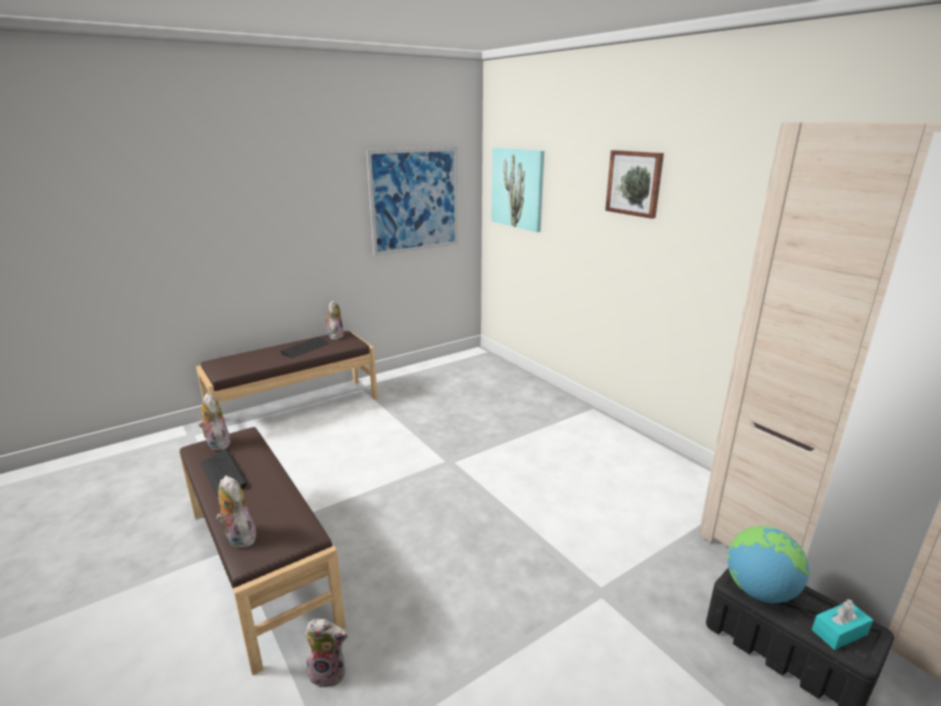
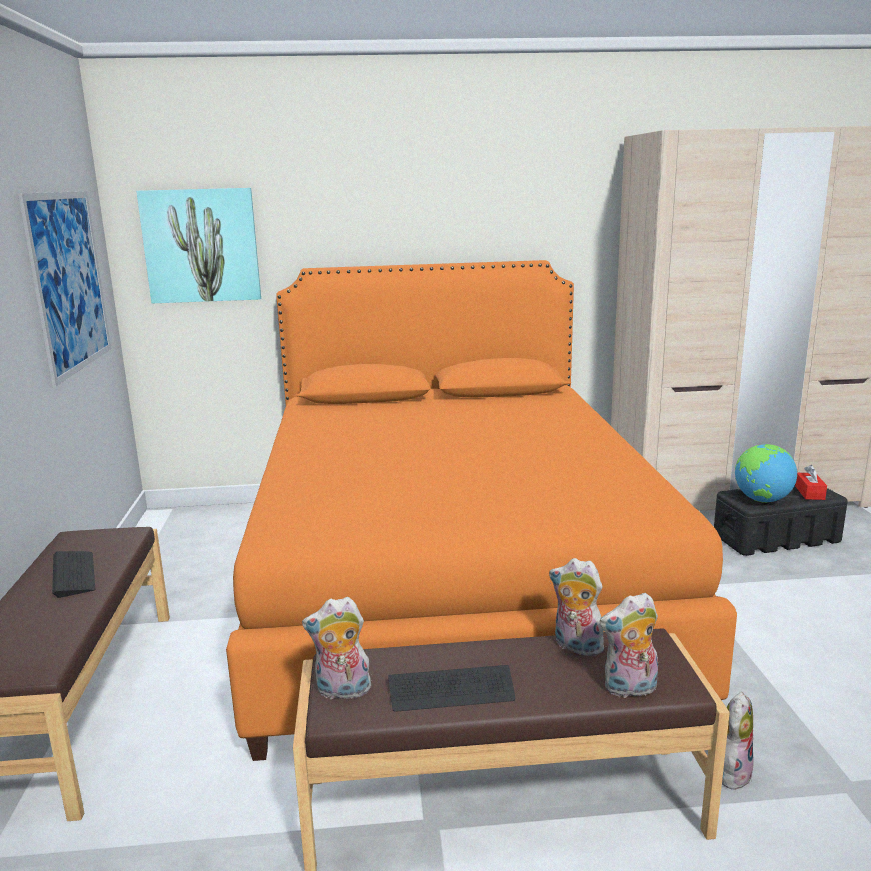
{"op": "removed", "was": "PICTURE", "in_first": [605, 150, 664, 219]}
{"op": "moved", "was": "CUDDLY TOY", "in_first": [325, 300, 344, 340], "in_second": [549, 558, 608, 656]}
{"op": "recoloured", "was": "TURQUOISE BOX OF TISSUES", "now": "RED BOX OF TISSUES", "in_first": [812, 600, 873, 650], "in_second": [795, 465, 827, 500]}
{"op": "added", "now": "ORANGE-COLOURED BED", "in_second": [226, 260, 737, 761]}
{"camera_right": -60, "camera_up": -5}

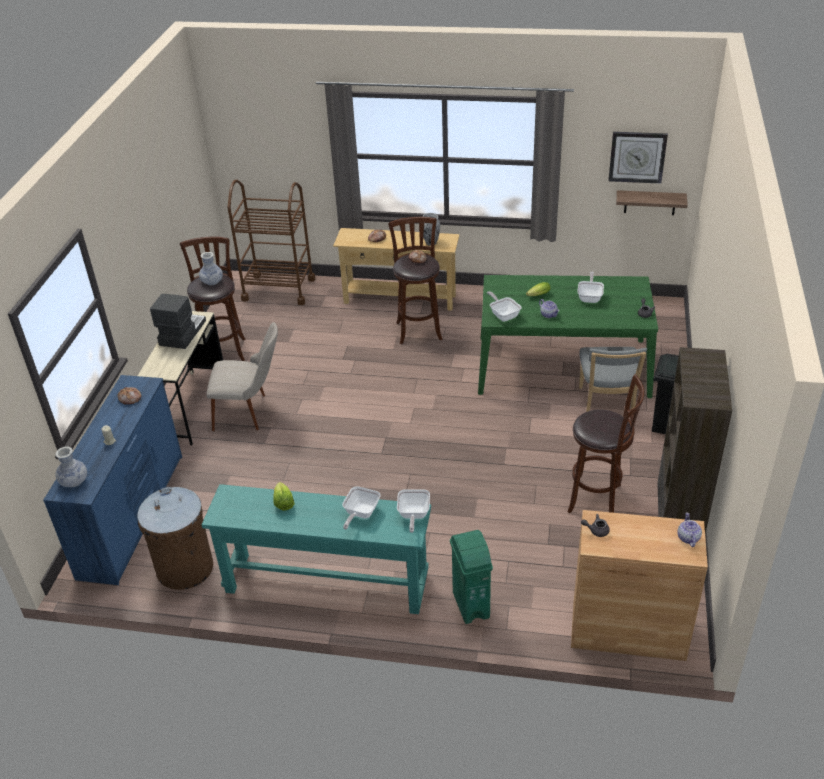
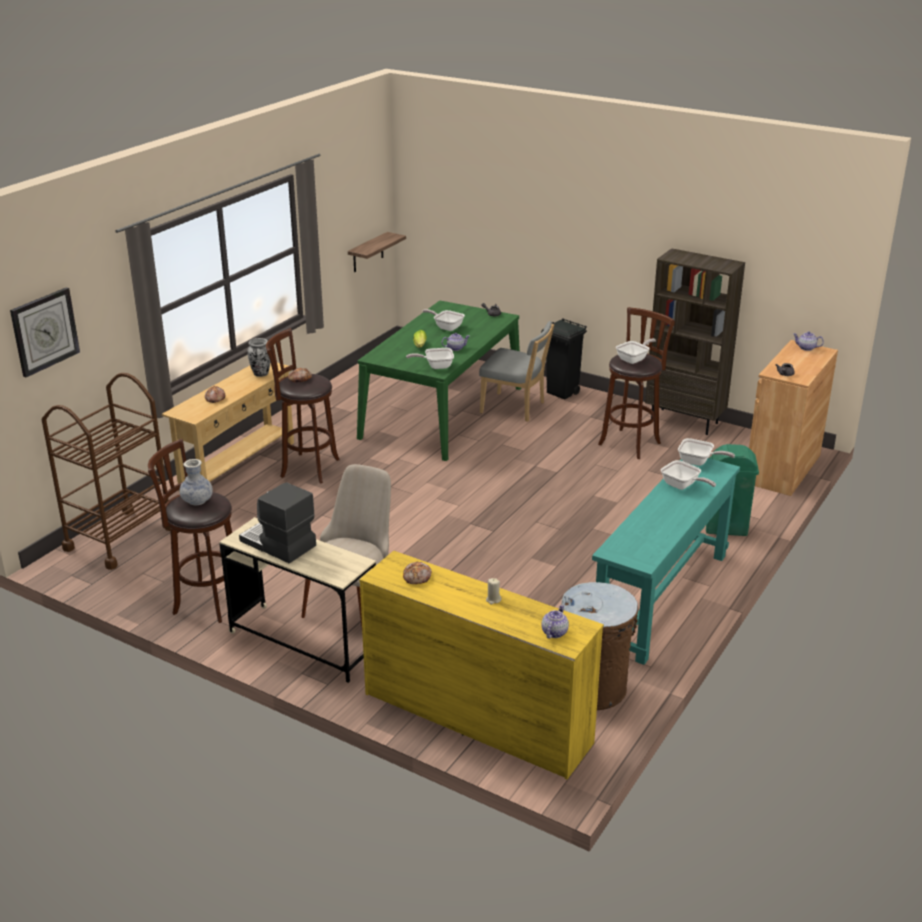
{"op": "moved", "was": "CLOCK ON THE WALL", "in_first": [608, 132, 668, 184], "in_second": [10, 287, 80, 377]}
{"op": "recoloured", "was": "BLUISH DRAWER CHEST", "now": "YELLOW-COLOURED DRAWER CHEST", "in_first": [43, 375, 182, 585], "in_second": [359, 551, 604, 780]}
{"op": "replaced", "was": "VASE", "now": "TEAPOT", "in_first": [56, 446, 87, 487], "in_second": [542, 605, 569, 639]}
{"op": "removed", "was": "LETTUCE HEAD", "in_first": [273, 482, 294, 511]}
{"op": "added", "now": "PAN", "in_second": [616, 339, 656, 364]}
{"camera_right": -70, "camera_up": -10}

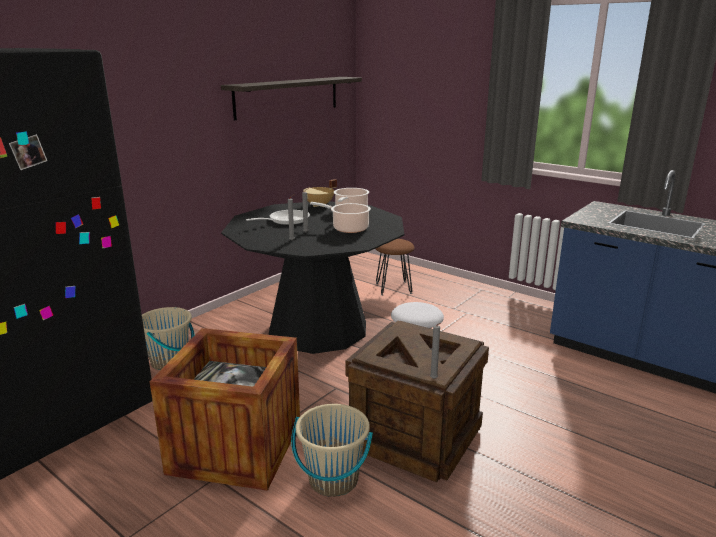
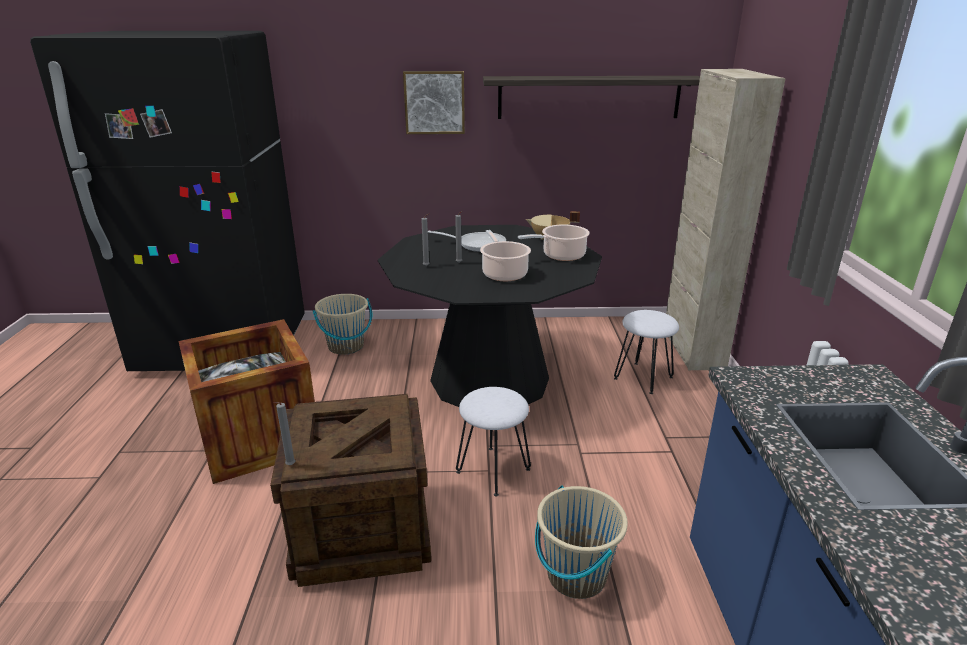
{"op": "recoloured", "was": "BROWNISH STOOL SEAT", "now": "WHITISH STOOL SEAT", "in_first": [376, 239, 415, 296], "in_second": [614, 310, 679, 394]}
{"op": "moved", "was": "BEIGE-COLOURED BUCKET", "in_first": [291, 404, 373, 497], "in_second": [535, 485, 628, 599]}
{"op": "added", "now": "BEIGE-COLOURED STORAGE CABINET", "in_second": [666, 69, 786, 370]}
{"op": "added", "now": "PICTURE", "in_second": [403, 71, 465, 134]}
{"camera_right": 50, "camera_up": 5}

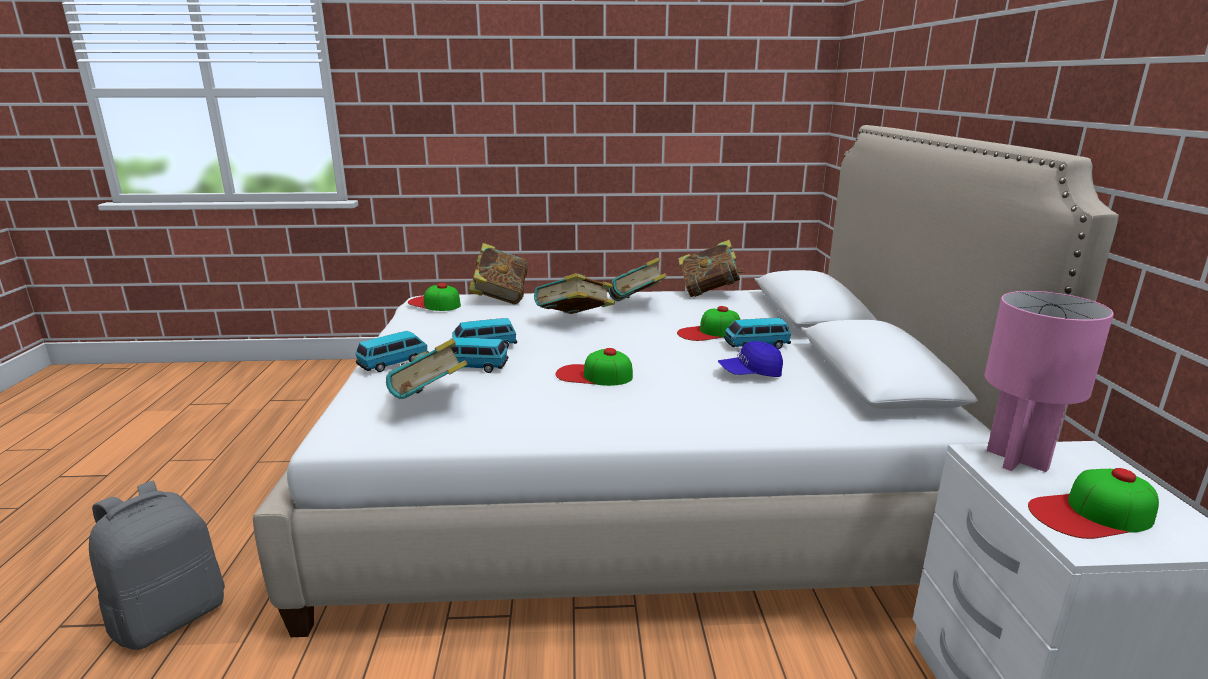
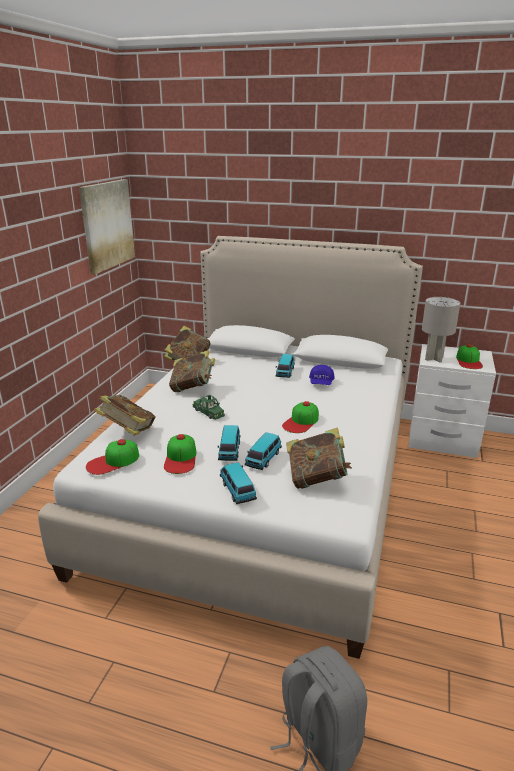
{"op": "replaced", "was": "BOOK", "now": "GREEN-COLOURED TOY CAR", "in_first": [534, 273, 615, 314], "in_second": [193, 395, 225, 420]}
{"op": "recoloured", "was": "PINK-COLOURED TABLETOP LAMP", "now": "GREY TABLETOP LAMP", "in_first": [985, 291, 1114, 472], "in_second": [422, 297, 460, 363]}
{"op": "moved", "was": "PEAKED CAP", "in_first": [677, 306, 740, 341], "in_second": [164, 434, 196, 474]}
{"op": "added", "now": "PICTURE", "in_second": [79, 179, 135, 275]}
{"camera_right": -70, "camera_up": 5}

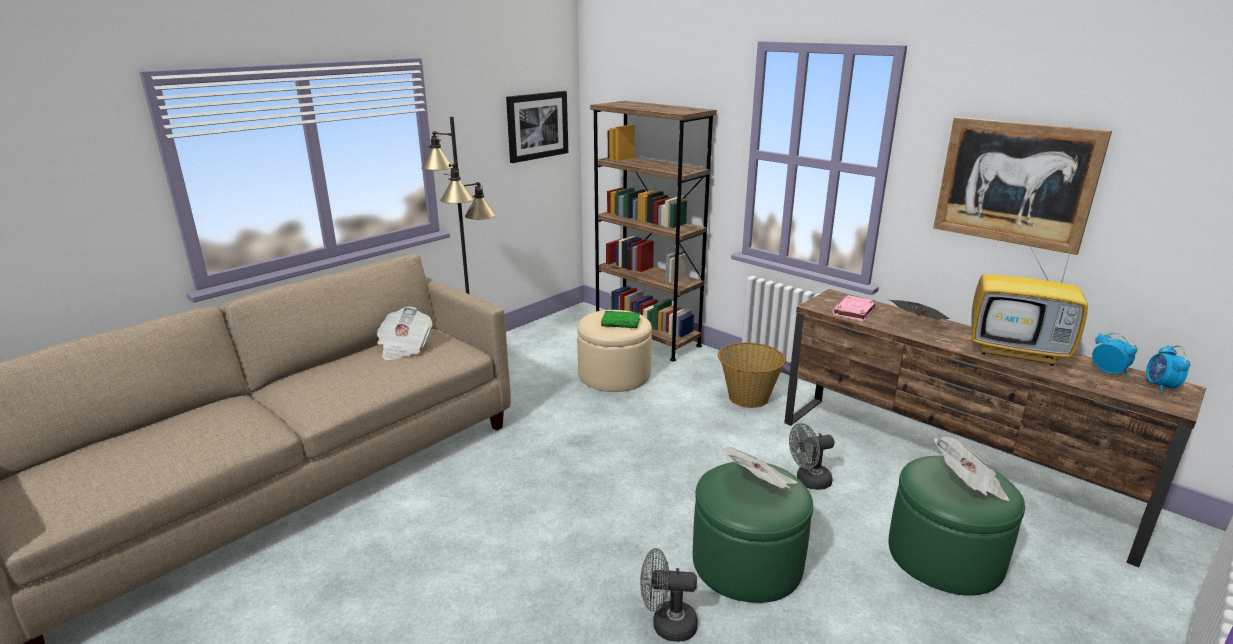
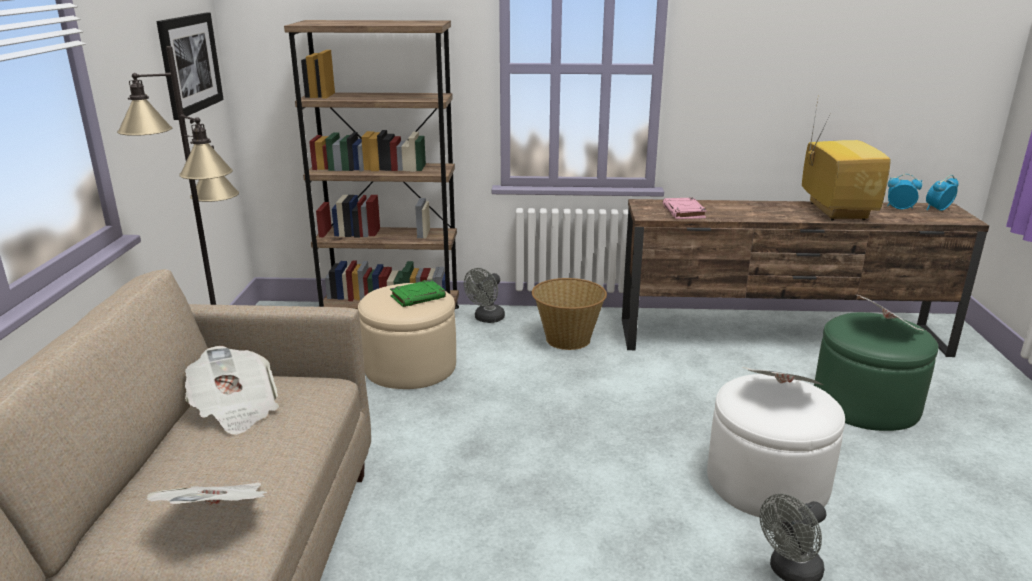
{"op": "removed", "was": "PICTURE", "in_first": [933, 117, 1112, 255]}
{"op": "turned", "was": "TV SET", "in_first": [971, 235, 1088, 366], "in_second": [802, 100, 891, 221], "clockwise": -75}
{"op": "moved", "was": "PRINTED PAPER", "in_first": [890, 300, 949, 320], "in_second": [147, 482, 267, 505]}
{"op": "turned", "was": "BEDSIDE CLOCK", "in_first": [1146, 345, 1190, 393], "in_second": [926, 175, 959, 211], "clockwise": 90}
{"op": "moved", "was": "GREY COOLING FAN", "in_first": [789, 423, 835, 490], "in_second": [464, 268, 505, 323]}
{"op": "recoloured", "was": "GREEN-COLOURED POUFFE", "now": "WHITISH POUFFE", "in_first": [693, 462, 813, 603], "in_second": [707, 374, 845, 520]}
{"camera_right": -40, "camera_up": 0}

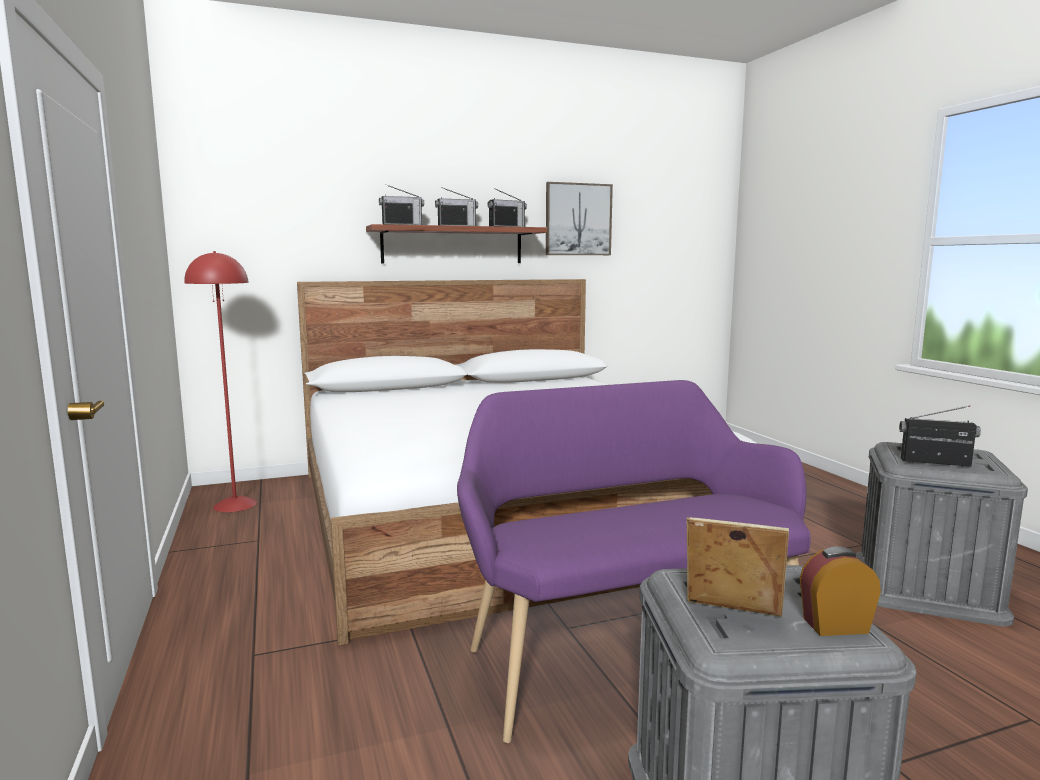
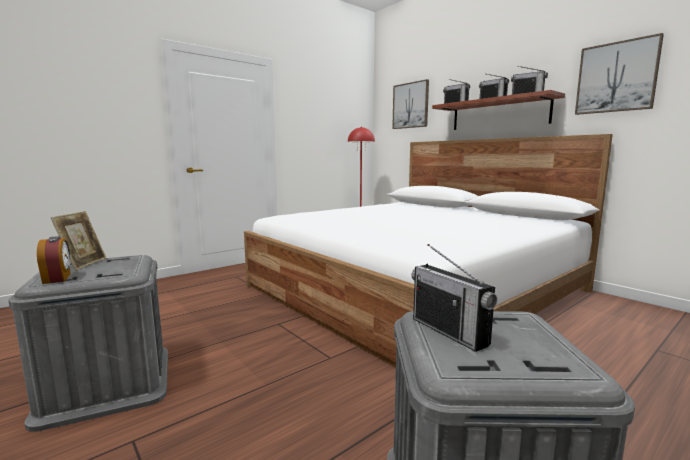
{"op": "removed", "was": "PURPLE-COLOURED INDOOR BENCH", "in_first": [457, 380, 811, 743]}
{"op": "turned", "was": "RADIO SET", "in_first": [899, 406, 981, 467], "in_second": [412, 244, 497, 352], "clockwise": 150}
{"op": "added", "now": "PICTURE", "in_second": [392, 79, 429, 129]}
{"camera_right": 70, "camera_up": 0}

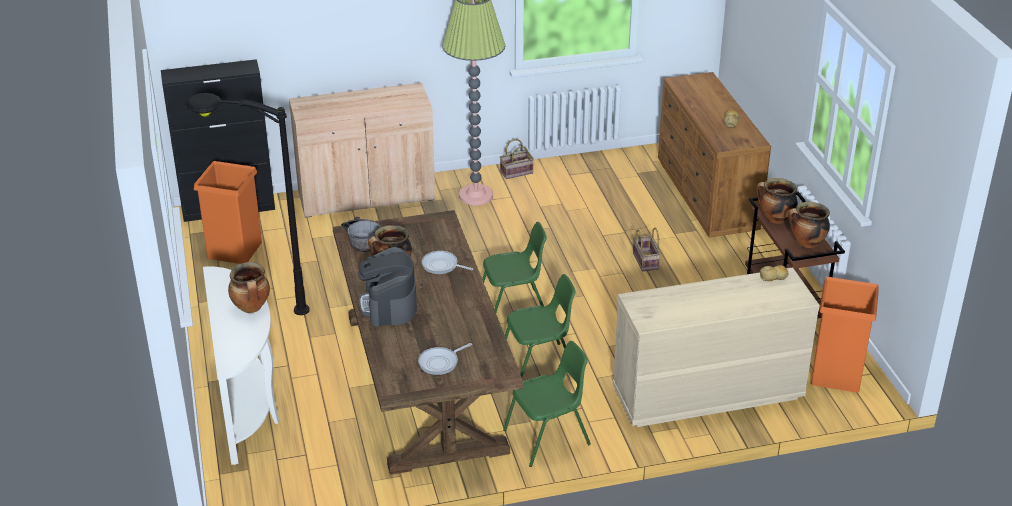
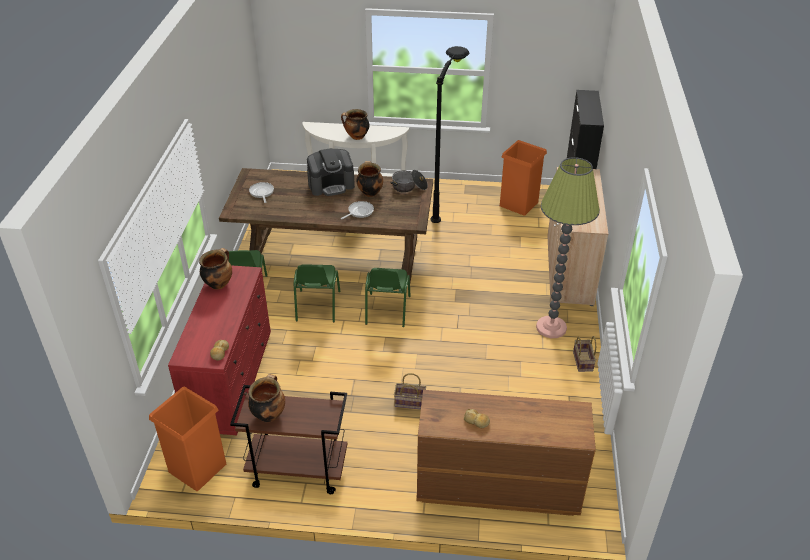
{"op": "moved", "was": "COOKING POT", "in_first": [757, 178, 797, 223], "in_second": [199, 248, 232, 289]}
{"op": "turned", "was": "COFFEE MACHINE", "in_first": [358, 247, 417, 326], "in_second": [307, 148, 355, 196], "clockwise": 150}
{"op": "recoloured", "was": "BEIGE-COLOURED DRAWER CHEST", "now": "RED DRAWER CHEST", "in_first": [613, 267, 820, 427], "in_second": [168, 265, 271, 435]}
{"camera_right": 110, "camera_up": 5}

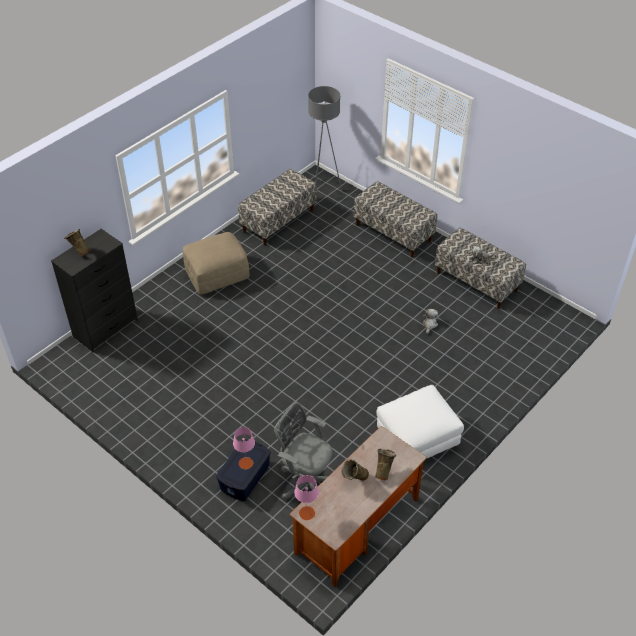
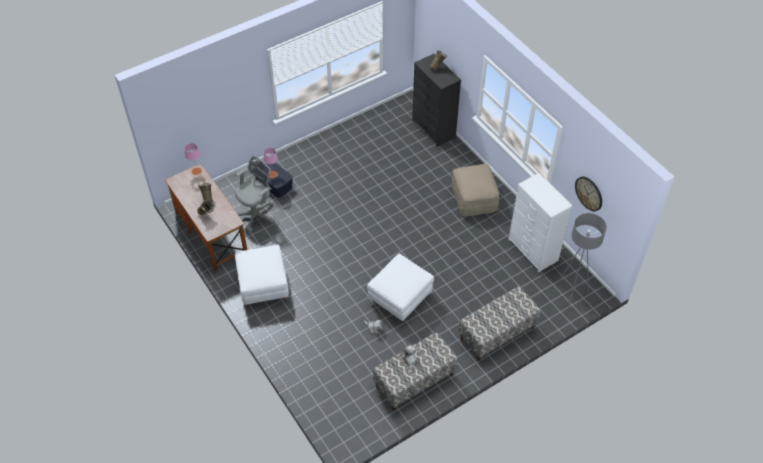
{"op": "replaced", "was": "INDOOR BENCH", "now": "WHITISH DRAWER CHEST", "in_first": [238, 169, 317, 246], "in_second": [508, 173, 573, 272]}
{"op": "added", "now": "CLOCK ON THE WALL", "in_second": [575, 177, 602, 211]}
{"op": "added", "now": "WHITISH POUFFE", "in_second": [367, 254, 434, 321]}
{"camera_right": 105, "camera_up": 5}

